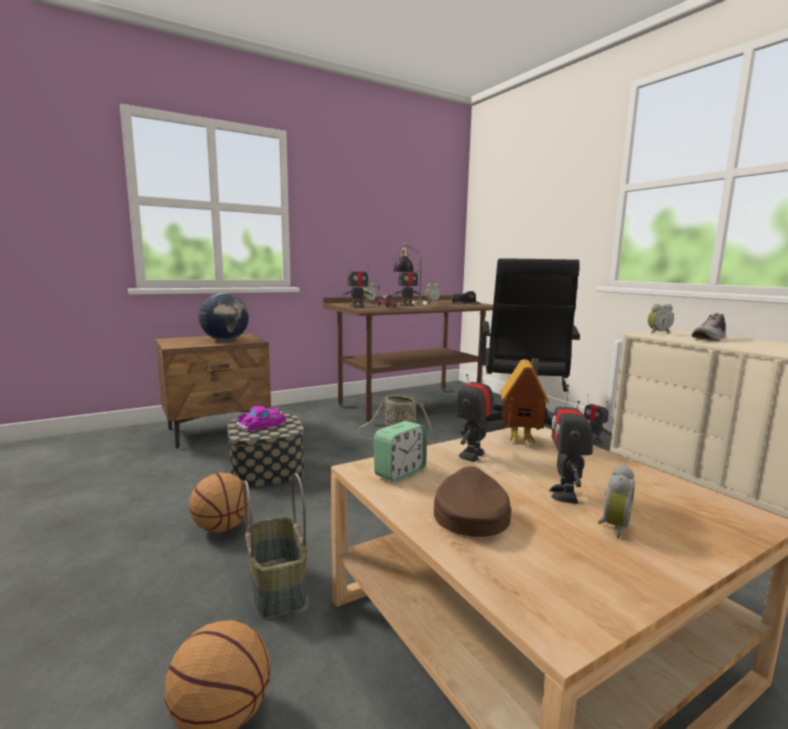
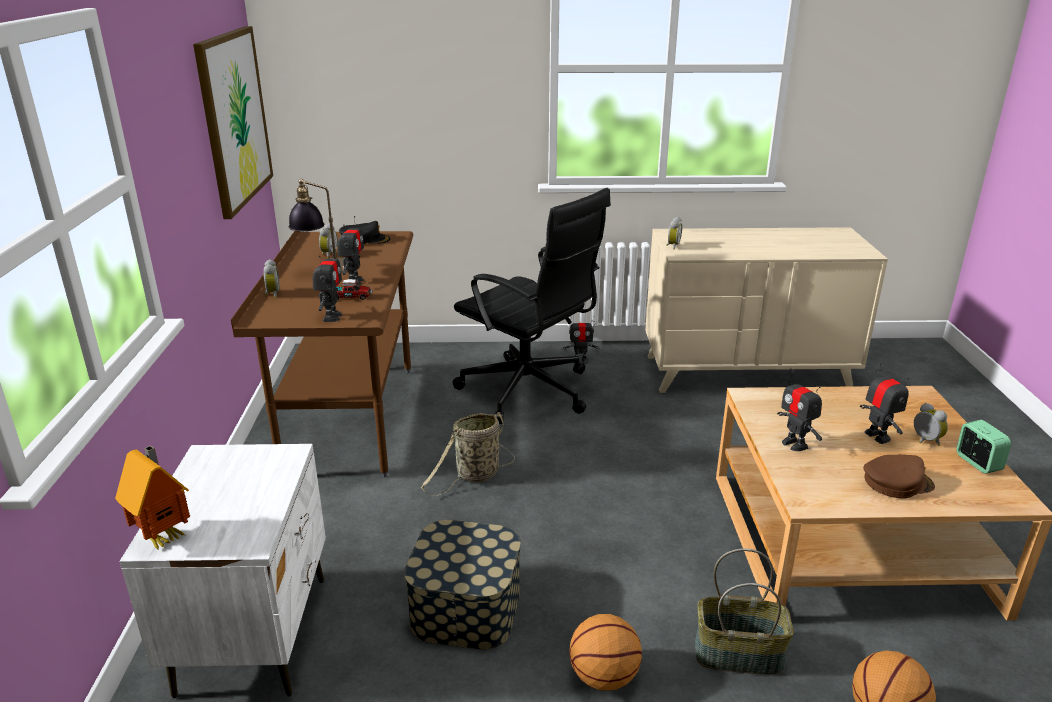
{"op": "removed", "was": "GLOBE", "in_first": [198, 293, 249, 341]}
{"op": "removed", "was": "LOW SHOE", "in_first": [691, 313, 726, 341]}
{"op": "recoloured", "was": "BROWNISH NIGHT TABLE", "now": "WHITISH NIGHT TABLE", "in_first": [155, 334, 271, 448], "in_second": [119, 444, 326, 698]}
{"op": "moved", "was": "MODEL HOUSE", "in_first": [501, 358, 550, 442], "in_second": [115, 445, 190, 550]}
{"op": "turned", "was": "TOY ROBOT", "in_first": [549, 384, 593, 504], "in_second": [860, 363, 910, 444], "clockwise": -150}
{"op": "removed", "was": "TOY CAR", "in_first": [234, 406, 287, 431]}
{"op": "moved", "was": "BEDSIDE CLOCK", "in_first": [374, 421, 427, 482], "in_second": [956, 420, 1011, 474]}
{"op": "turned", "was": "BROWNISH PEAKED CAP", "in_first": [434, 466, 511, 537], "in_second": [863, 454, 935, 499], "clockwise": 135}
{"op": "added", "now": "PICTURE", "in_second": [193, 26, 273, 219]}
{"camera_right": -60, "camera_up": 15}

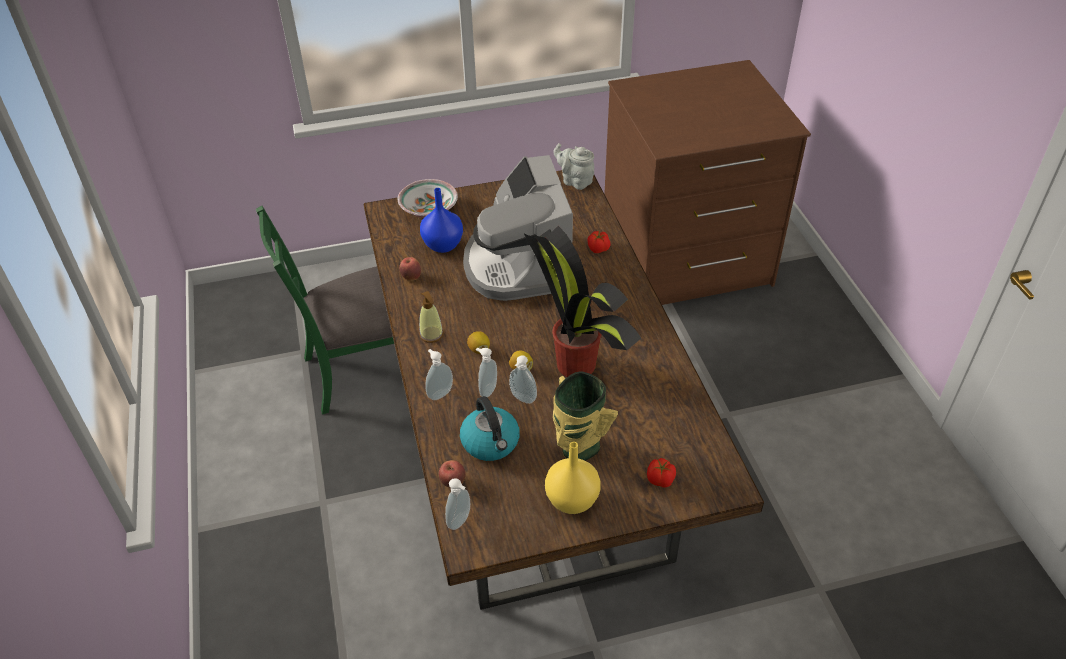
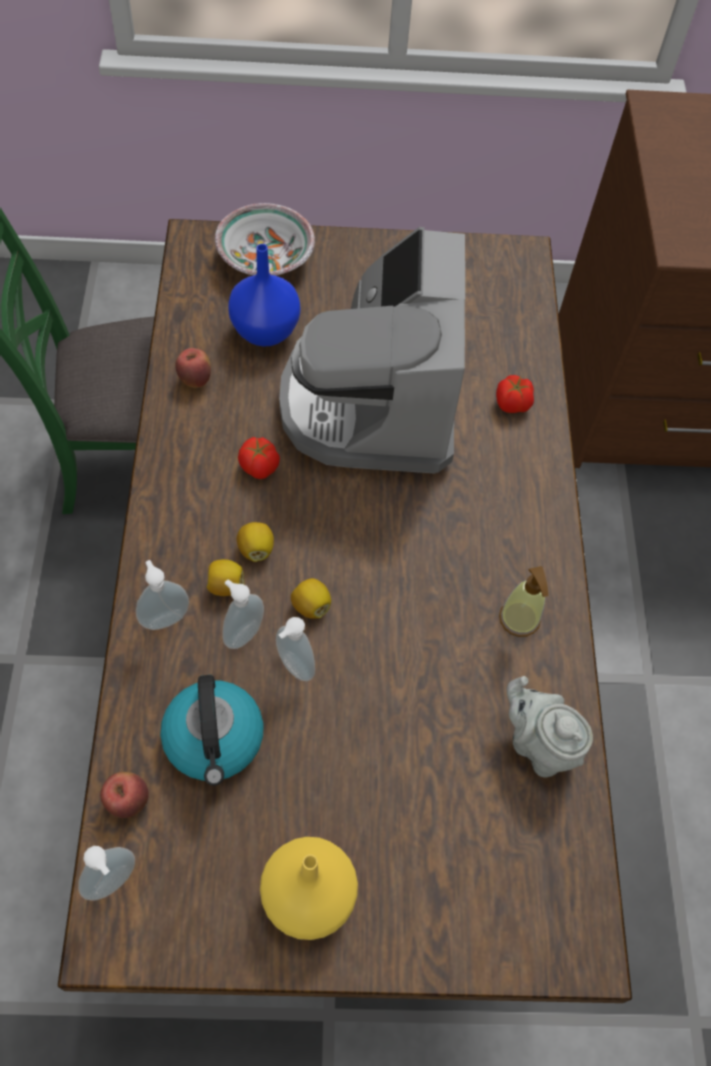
{"op": "moved", "was": "GREY TEAPOT", "in_first": [553, 143, 594, 190], "in_second": [507, 676, 593, 778]}
{"op": "removed", "was": "HOUSEPLANT", "in_first": [524, 226, 641, 377]}
{"op": "moved", "was": "SOAP BOTTLE", "in_first": [419, 291, 444, 343], "in_second": [499, 566, 548, 637]}
{"op": "removed", "was": "VASE", "in_first": [553, 371, 618, 461]}
{"op": "moved", "was": "TOMATO", "in_first": [647, 458, 676, 487], "in_second": [238, 437, 280, 479]}
{"op": "added", "now": "WHOLE LEMON", "in_second": [207, 559, 244, 596]}
{"camera_right": 10, "camera_up": 15}

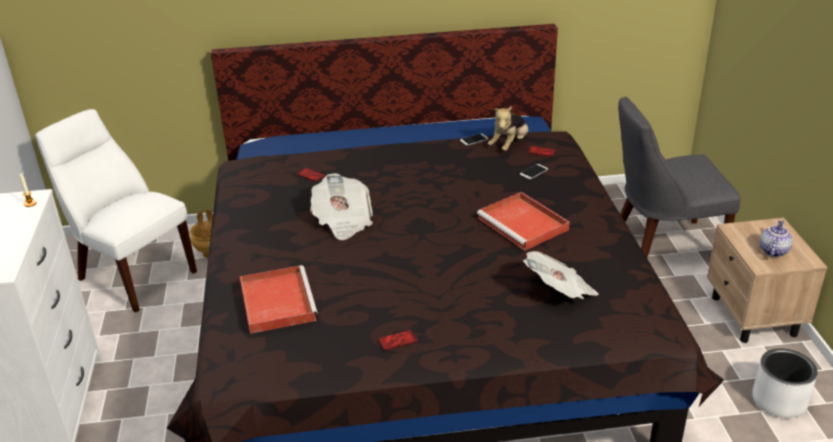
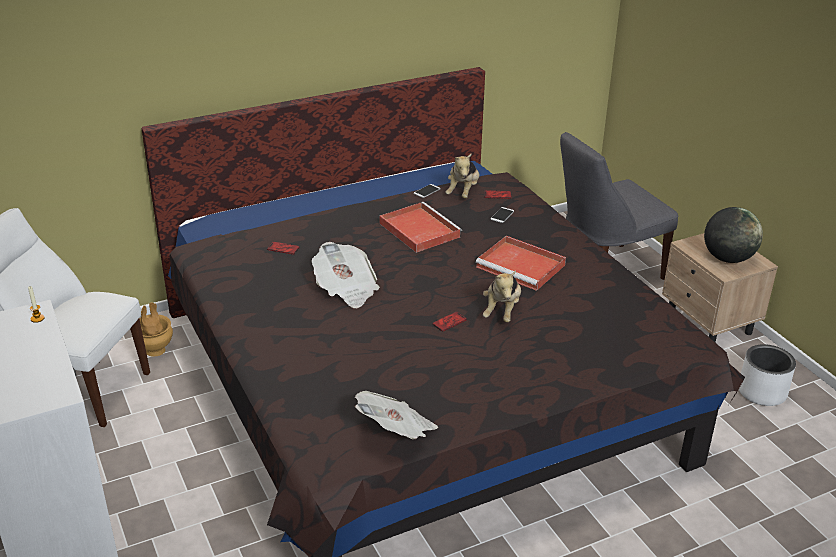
{"op": "replaced", "was": "TEAPOT", "now": "GLOBE", "in_first": [759, 220, 793, 257], "in_second": [704, 207, 763, 263]}
{"op": "moved", "was": "PRINTED PAPER", "in_first": [523, 251, 599, 299], "in_second": [355, 391, 438, 440]}
{"op": "moved", "was": "RED TRAY", "in_first": [240, 265, 318, 334], "in_second": [379, 202, 462, 253]}
{"op": "moved", "was": "PHONE", "in_first": [378, 330, 418, 351], "in_second": [432, 312, 467, 331]}
{"op": "added", "now": "CUDDLY TOY", "in_second": [483, 271, 521, 322]}
{"camera_right": -20, "camera_up": 0}

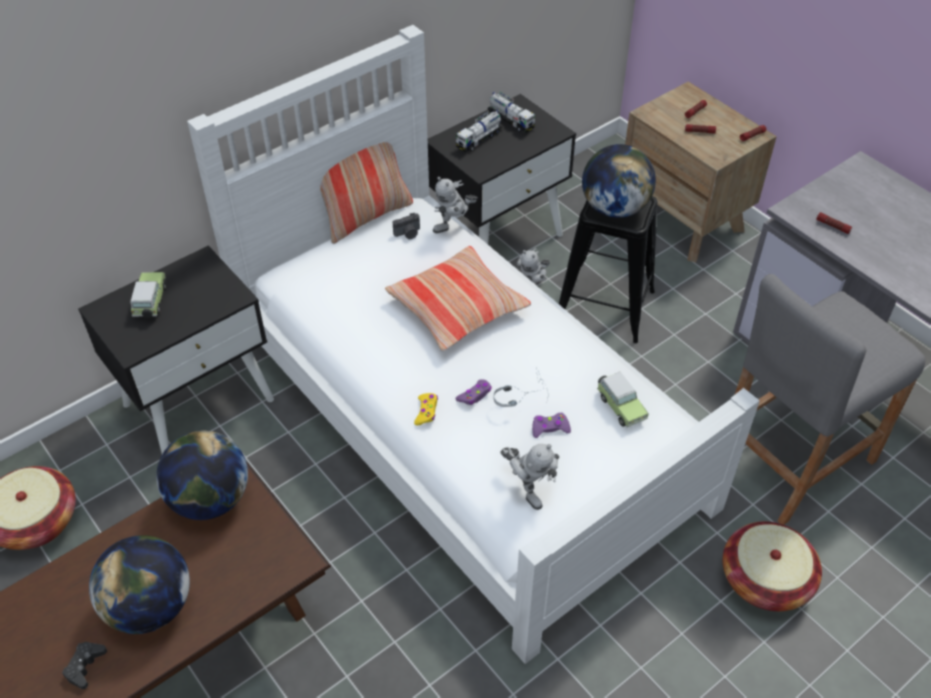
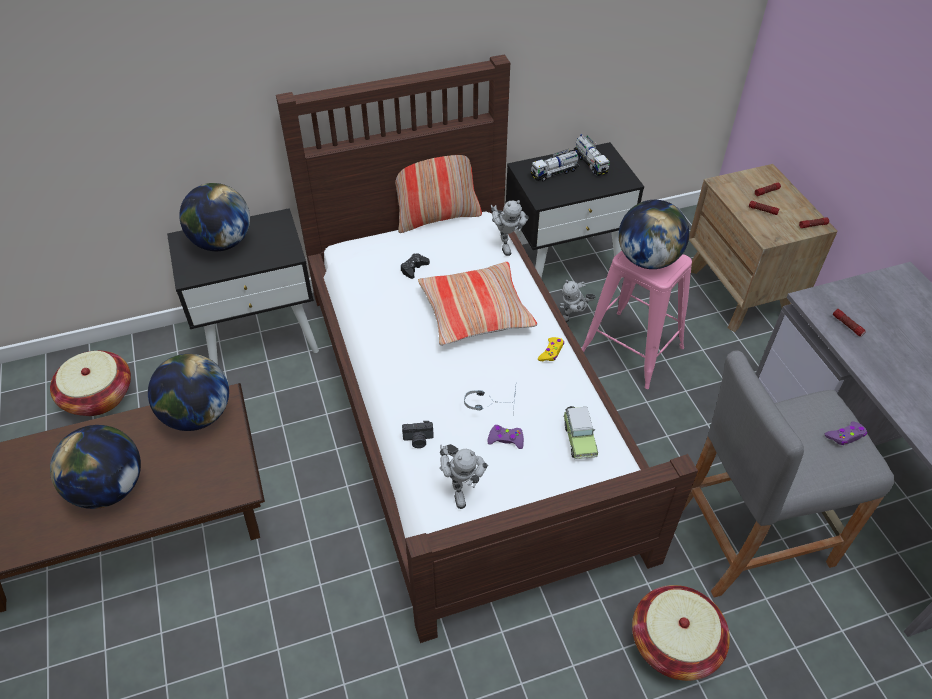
{"op": "recoloured", "was": "WHITISH BED", "now": "BROWNISH BED", "in_first": [187, 25, 760, 664], "in_second": [276, 54, 698, 643]}
{"op": "turned", "was": "TOY ROBOT", "in_first": [433, 177, 478, 233], "in_second": [491, 200, 529, 256], "clockwise": -90}
{"op": "recoloured", "was": "BLACK-COLOURED STOOL SEAT", "now": "PINK-COLOURED STOOL SEAT", "in_first": [559, 196, 657, 343], "in_second": [581, 251, 692, 389]}
{"op": "moved", "was": "STILL CAMERA", "in_first": [393, 213, 420, 239], "in_second": [402, 421, 434, 448]}
{"op": "replaced", "was": "TOY CAR", "now": "GLOBE", "in_first": [130, 272, 166, 318], "in_second": [179, 183, 250, 251]}
{"op": "moved", "was": "PURPLE-COLOURED JOYPAD", "in_first": [455, 379, 492, 405], "in_second": [825, 422, 867, 445]}
{"op": "moved", "was": "YELLOW-COLOURED JOYPAD", "in_first": [414, 393, 438, 425], "in_second": [538, 337, 564, 361]}
{"op": "moved", "was": "BLACK-COLOURED JOYPAD", "in_first": [62, 642, 107, 689], "in_second": [401, 253, 430, 279]}
{"camera_right": 20, "camera_up": 0}

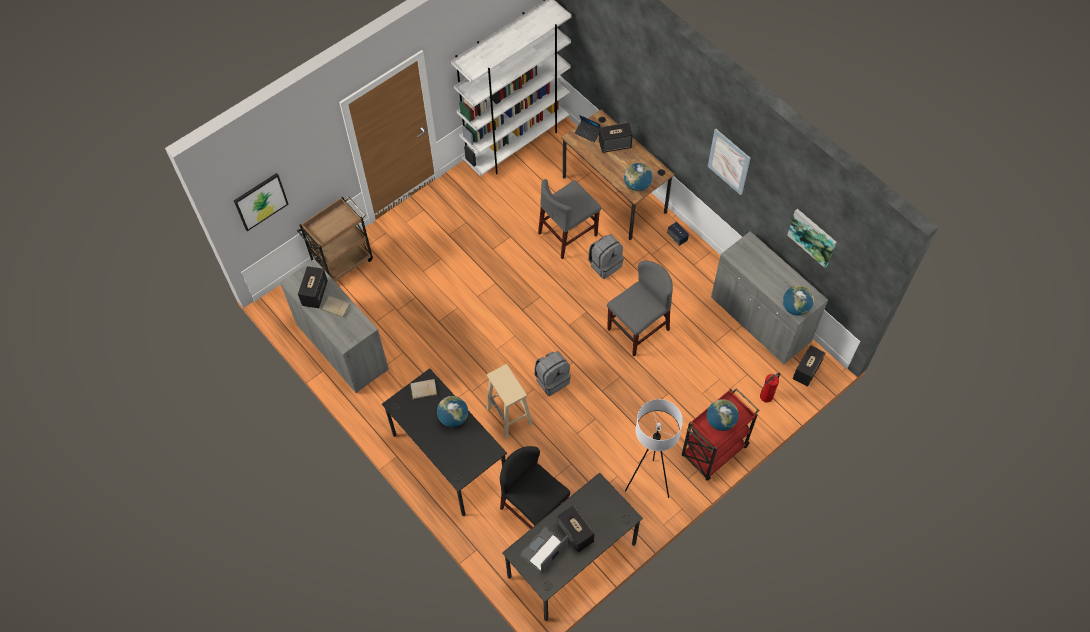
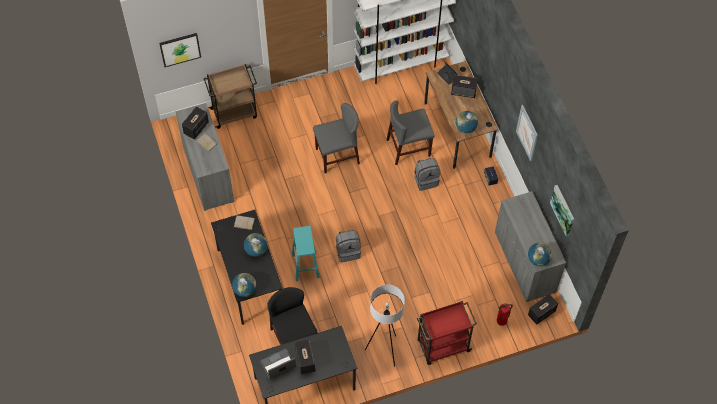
{"op": "moved", "was": "GREY CHAIR", "in_first": [607, 261, 673, 356], "in_second": [313, 103, 360, 173]}
{"op": "recoloured", "was": "BEIGE-COLOURED STOOL SEAT", "now": "TURQUOISE STOOL SEAT", "in_first": [486, 364, 532, 438], "in_second": [292, 226, 320, 281]}
{"op": "moved", "was": "GLOBE", "in_first": [707, 399, 739, 431], "in_second": [232, 273, 256, 297]}
{"camera_right": 20, "camera_up": 0}

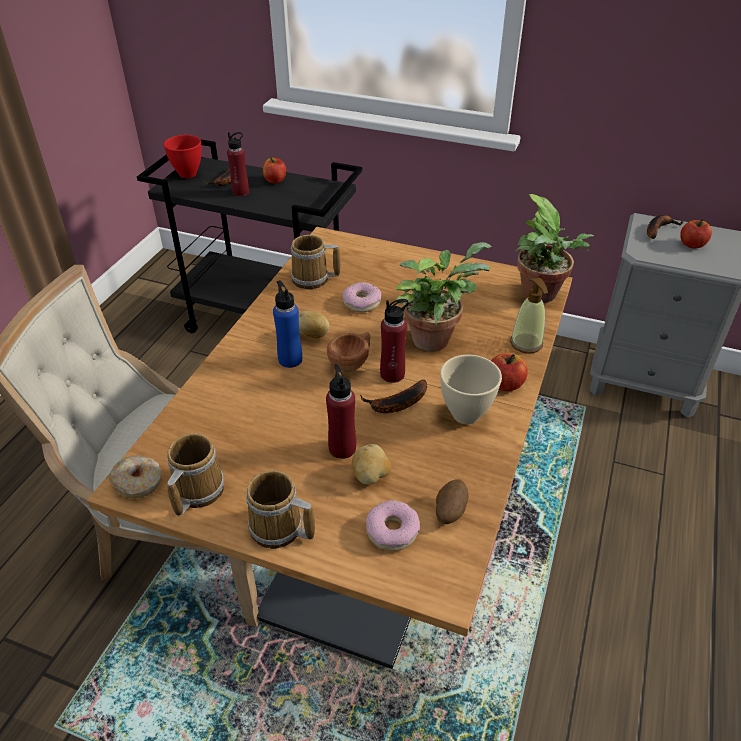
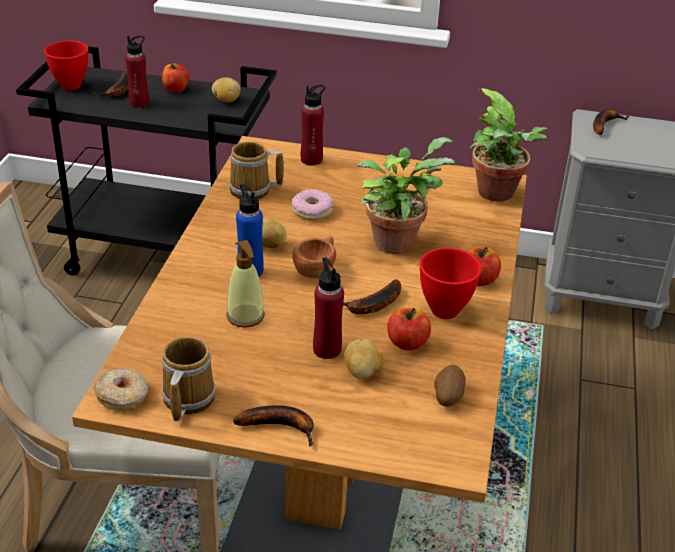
{"op": "moved", "was": "WHOLE APPLE", "in_first": [680, 220, 712, 249], "in_second": [387, 308, 431, 350]}
{"op": "moved", "was": "SOAP BOTTLE", "in_first": [510, 278, 548, 354], "in_second": [226, 240, 265, 328]}
{"op": "moved", "was": "RED BEVERAGE BOTTLE", "in_first": [380, 299, 409, 383], "in_second": [301, 84, 325, 166]}
{"op": "recoloured", "was": "BEIGE-COLOURED DEEP DISH", "now": "RED DEEP DISH", "in_first": [440, 355, 502, 424], "in_second": [420, 248, 482, 319]}
{"op": "replaced", "was": "COFFEE MUG", "now": "WHOLE BANANA", "in_first": [246, 471, 315, 549], "in_second": [233, 405, 314, 447]}
{"op": "removed", "was": "DOUGHNUT", "in_first": [366, 500, 420, 551]}
{"op": "added", "now": "POTATO", "in_second": [212, 77, 240, 102]}
{"camera_right": -10, "camera_up": -5}

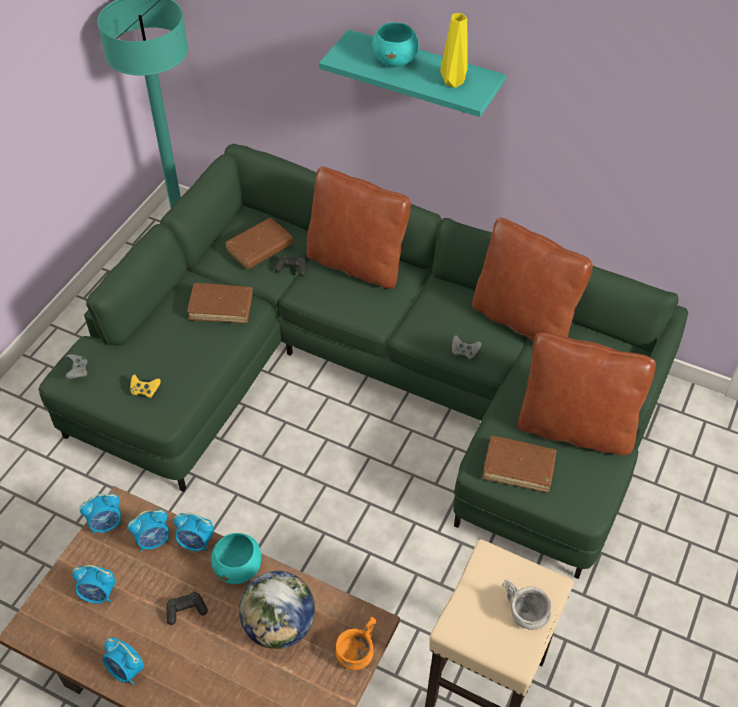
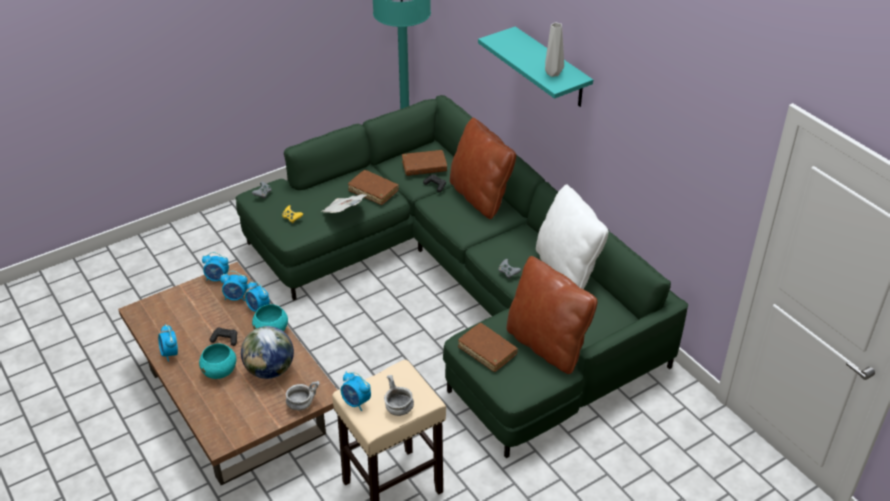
{"op": "recoloured", "was": "YELLOW-COLOURED VASE", "now": "GREY VASE", "in_first": [440, 13, 468, 88], "in_second": [545, 23, 564, 77]}
{"op": "moved", "was": "TURQUOISE DEEP DISH", "in_first": [372, 22, 418, 67], "in_second": [199, 343, 236, 379]}
{"op": "recoloured", "was": "BROWNISH PILLOW", "now": "WHITISH PILLOW", "in_first": [472, 218, 593, 341], "in_second": [536, 184, 609, 289]}
{"op": "moved", "was": "BEDSIDE CLOCK", "in_first": [72, 565, 115, 604], "in_second": [341, 372, 371, 411]}
{"op": "recoloured", "was": "ORANGE-COLOURED DEEP DISH", "now": "GREY DEEP DISH", "in_first": [336, 617, 376, 670], "in_second": [286, 381, 320, 410]}
{"op": "added", "now": "PRINTED PAPER", "in_second": [321, 194, 367, 213]}
{"camera_right": 30, "camera_up": -10}

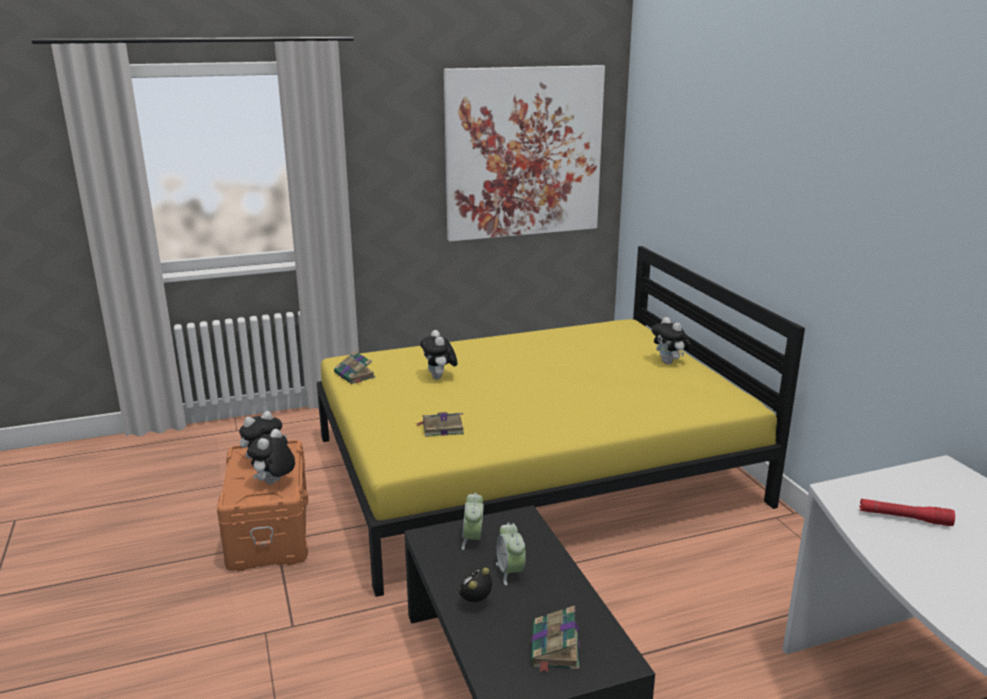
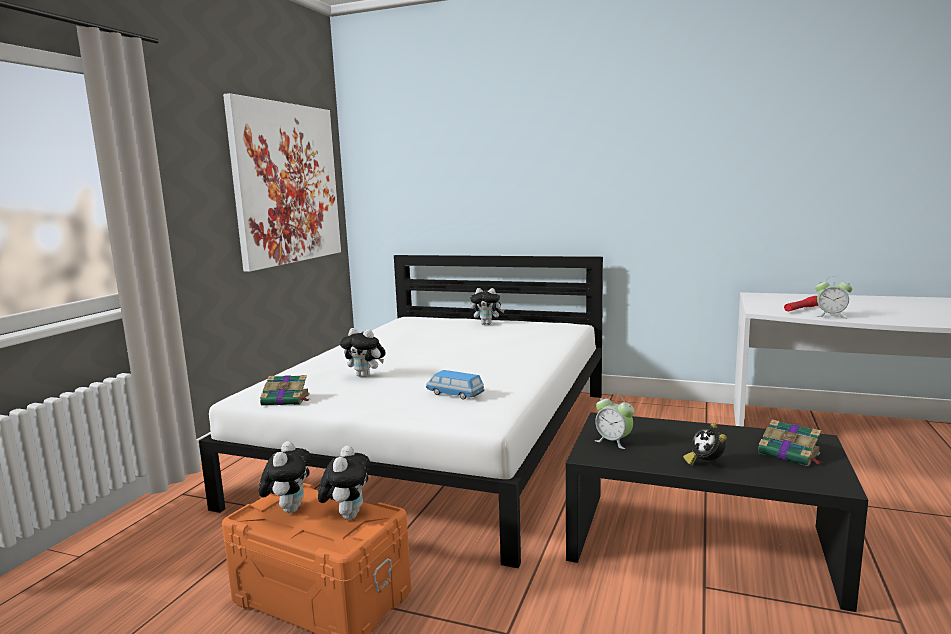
{"op": "recoloured", "was": "YELLOW-COLOURED BED", "now": "WHITISH BED", "in_first": [317, 246, 805, 597], "in_second": [199, 255, 603, 568]}
{"op": "replaced", "was": "BOOK", "now": "TOY CAR", "in_first": [416, 412, 464, 437], "in_second": [426, 370, 484, 400]}
{"op": "turned", "was": "CUDDLY TOY", "in_first": [247, 429, 295, 484], "in_second": [318, 446, 370, 520], "clockwise": -150}
{"op": "moved", "was": "BEDSIDE CLOCK", "in_first": [496, 522, 526, 585], "in_second": [815, 276, 853, 318]}
{"camera_right": -50, "camera_up": -10}

